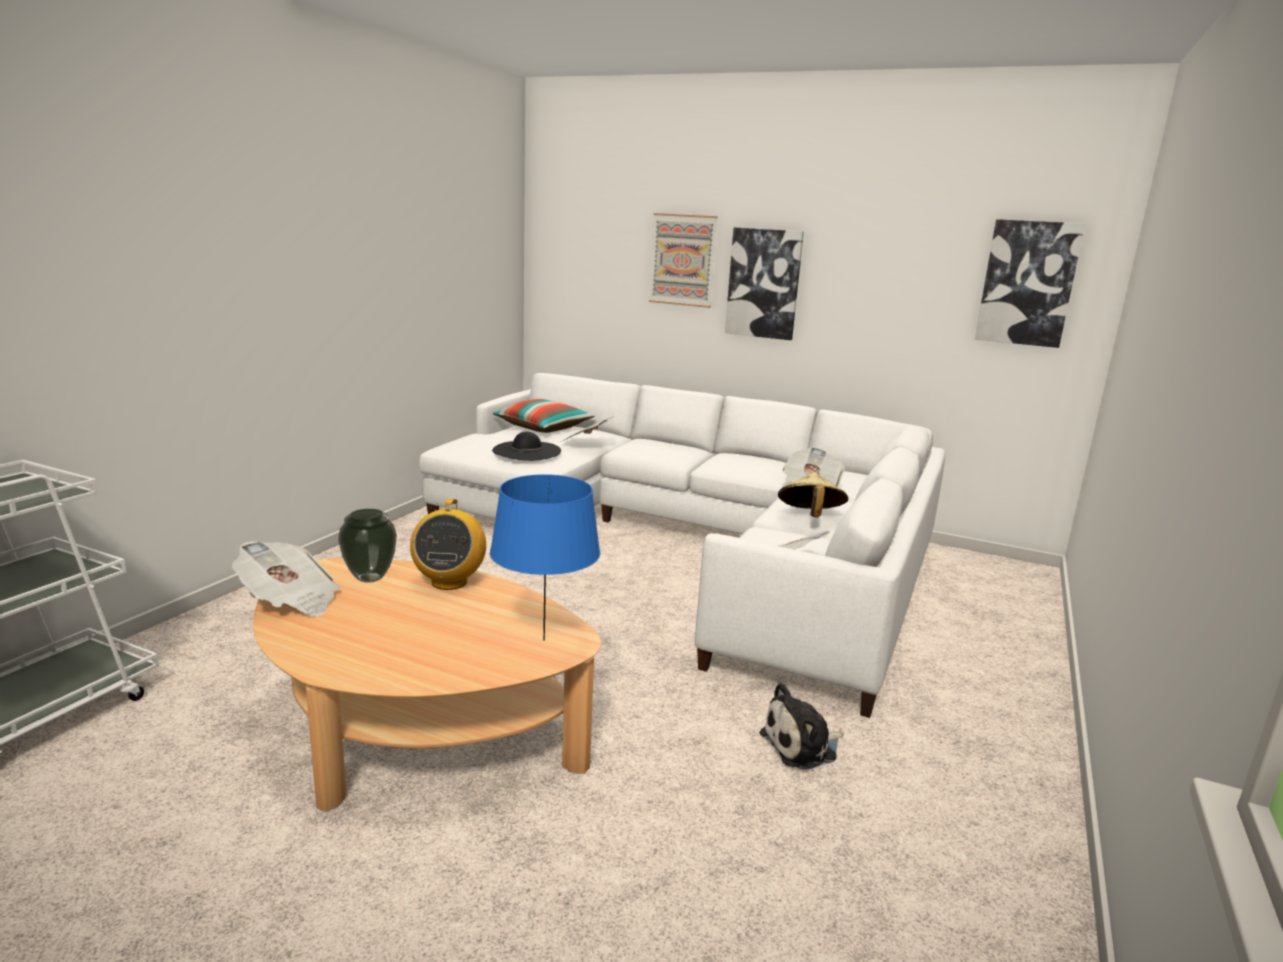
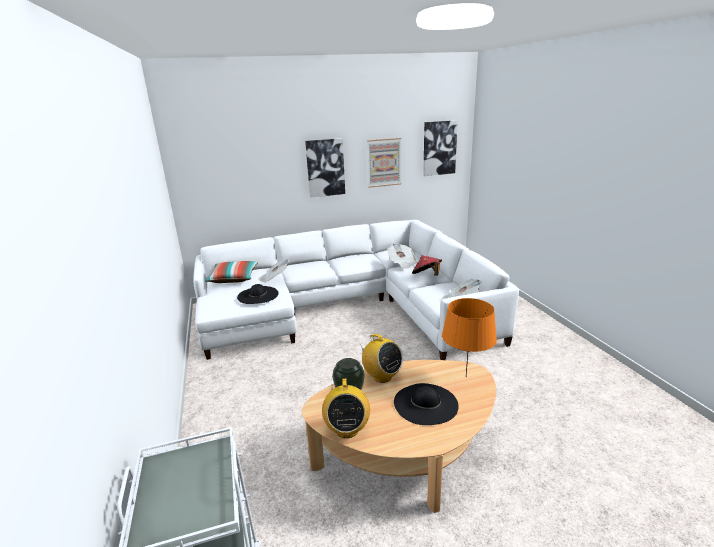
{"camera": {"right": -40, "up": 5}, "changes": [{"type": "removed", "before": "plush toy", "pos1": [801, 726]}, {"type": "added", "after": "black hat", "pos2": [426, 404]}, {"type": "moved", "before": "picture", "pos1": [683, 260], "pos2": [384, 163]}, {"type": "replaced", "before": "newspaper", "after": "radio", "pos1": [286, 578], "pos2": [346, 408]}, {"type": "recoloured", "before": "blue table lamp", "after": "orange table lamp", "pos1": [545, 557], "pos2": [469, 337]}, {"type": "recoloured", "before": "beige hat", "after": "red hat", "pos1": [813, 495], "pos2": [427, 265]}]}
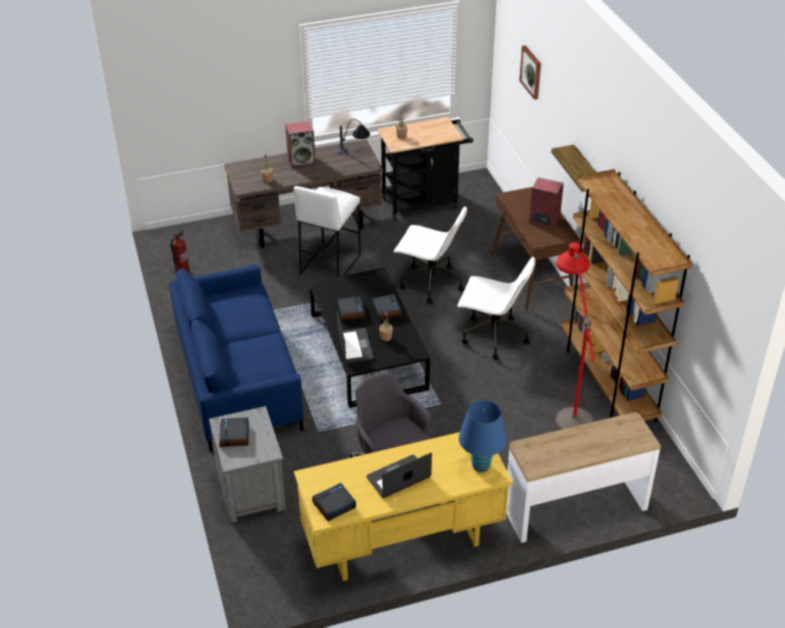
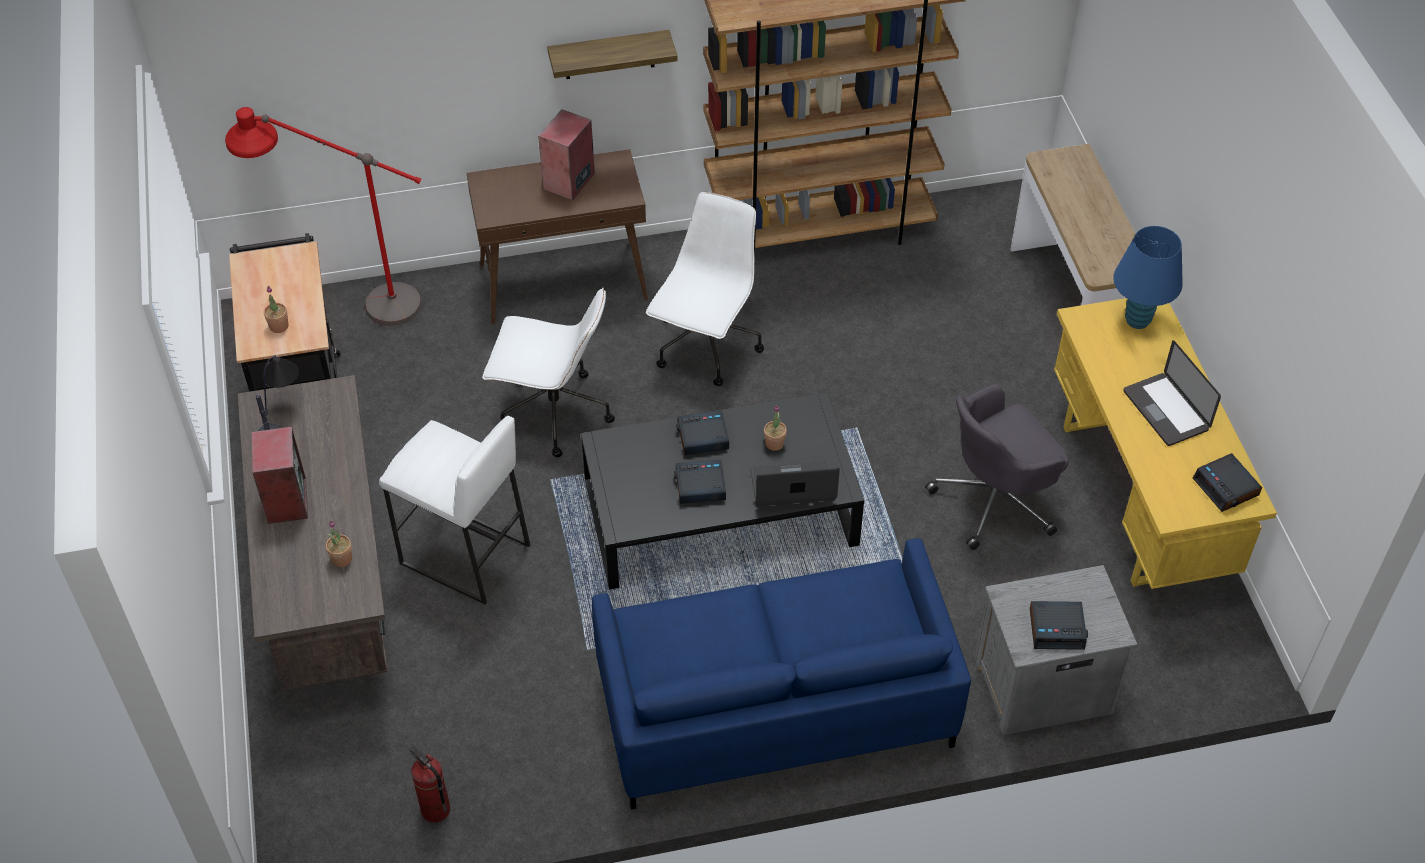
{"camera": {"right": -85, "up": 10}, "changes": [{"type": "removed", "before": "picture", "pos1": [530, 72]}, {"type": "moved", "before": "red floor lamp", "pos1": [575, 336], "pos2": [323, 216]}, {"type": "turned", "before": "white office chair", "pos1": [430, 255], "pos2": [548, 372], "turn": 75}]}
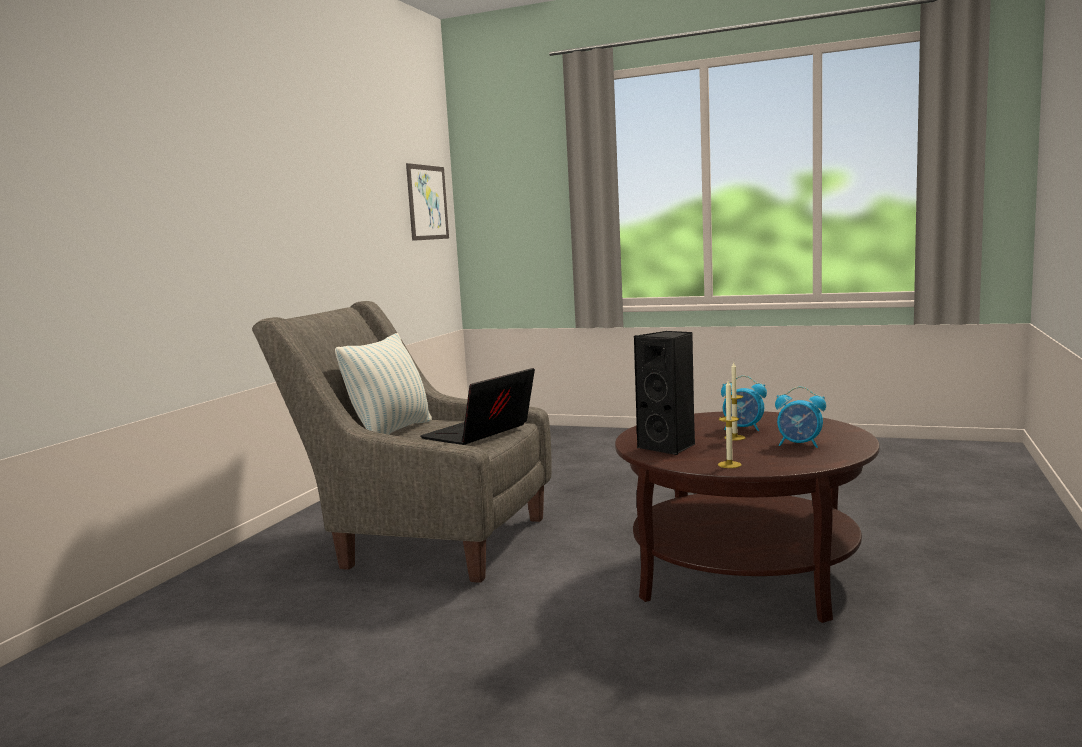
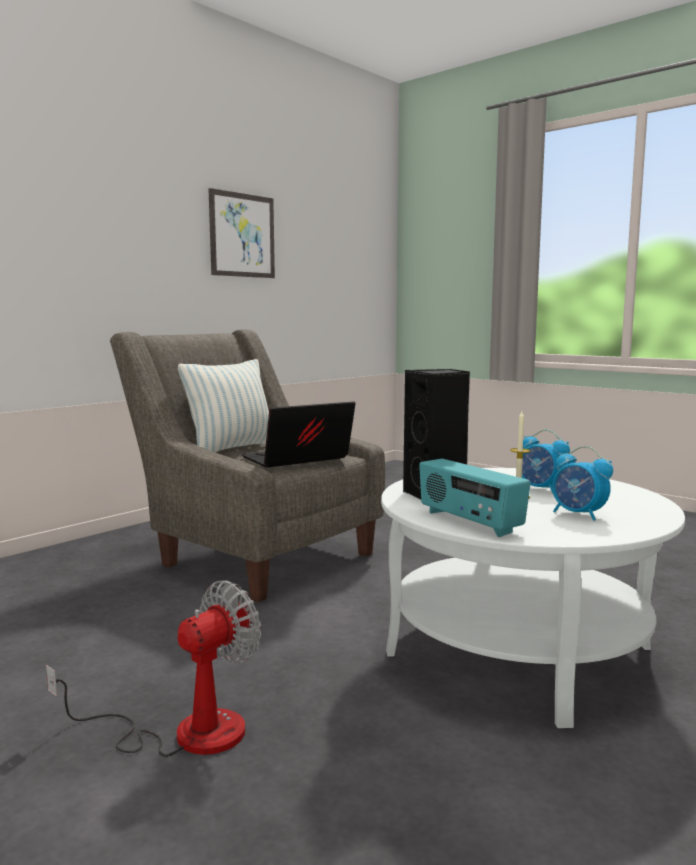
{"camera": {"right": 20, "up": 0}, "changes": [{"type": "added", "after": "fan", "pos2": [153, 669]}, {"type": "moved", "before": "picture", "pos1": [427, 202], "pos2": [241, 233]}, {"type": "replaced", "before": "candle", "after": "radio", "pos1": [730, 424], "pos2": [475, 498]}, {"type": "recoloured", "before": "brown coffee table", "after": "white coffee table", "pos1": [747, 517], "pos2": [533, 598]}]}
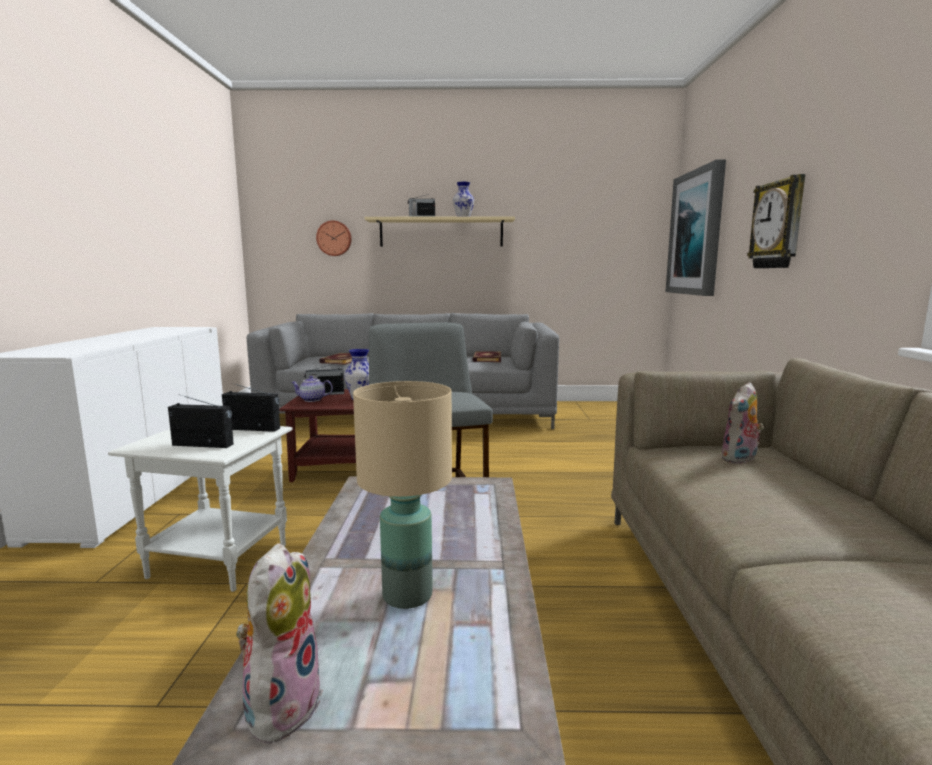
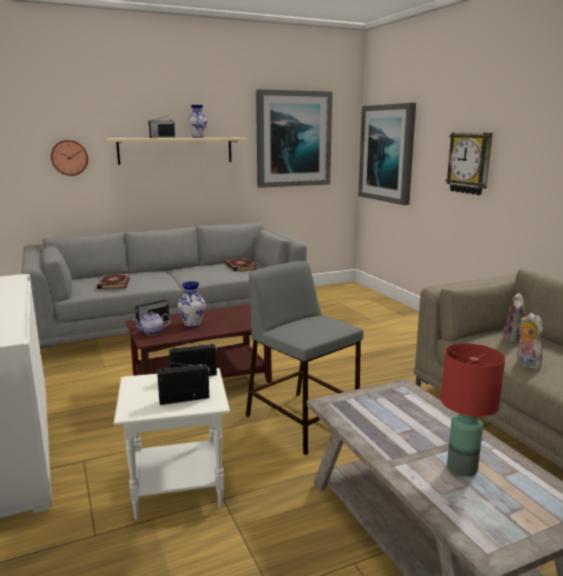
{"camera": {"right": -25, "up": 5}, "changes": [{"type": "added", "after": "picture", "pos2": [294, 138]}, {"type": "moved", "before": "plush toy", "pos1": [279, 645], "pos2": [530, 341]}, {"type": "recoloured", "before": "beige table lamp", "after": "red table lamp", "pos1": [402, 495], "pos2": [473, 410]}]}
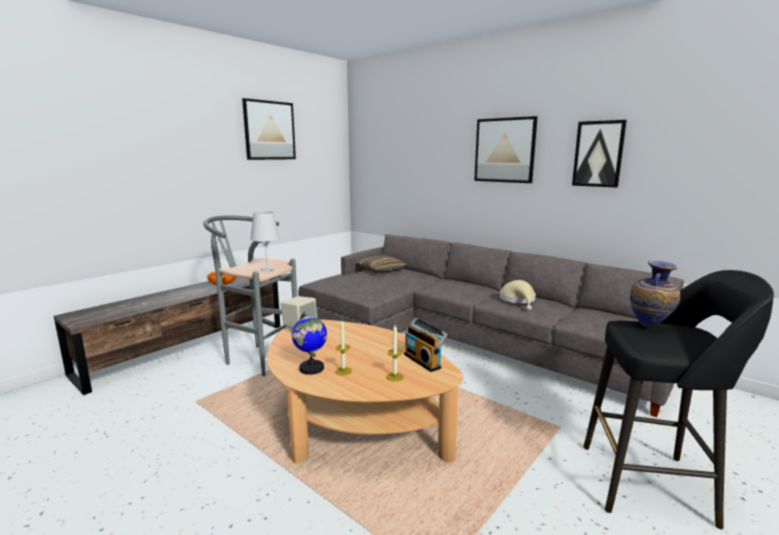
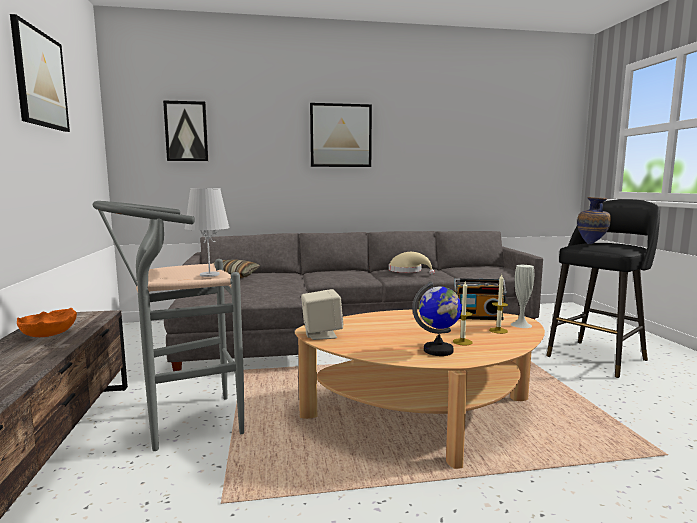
{"camera": {"right": -50, "up": -5}, "changes": [{"type": "added", "after": "white vase", "pos2": [522, 296]}, {"type": "moved", "before": "picture", "pos1": [599, 153], "pos2": [185, 130]}]}
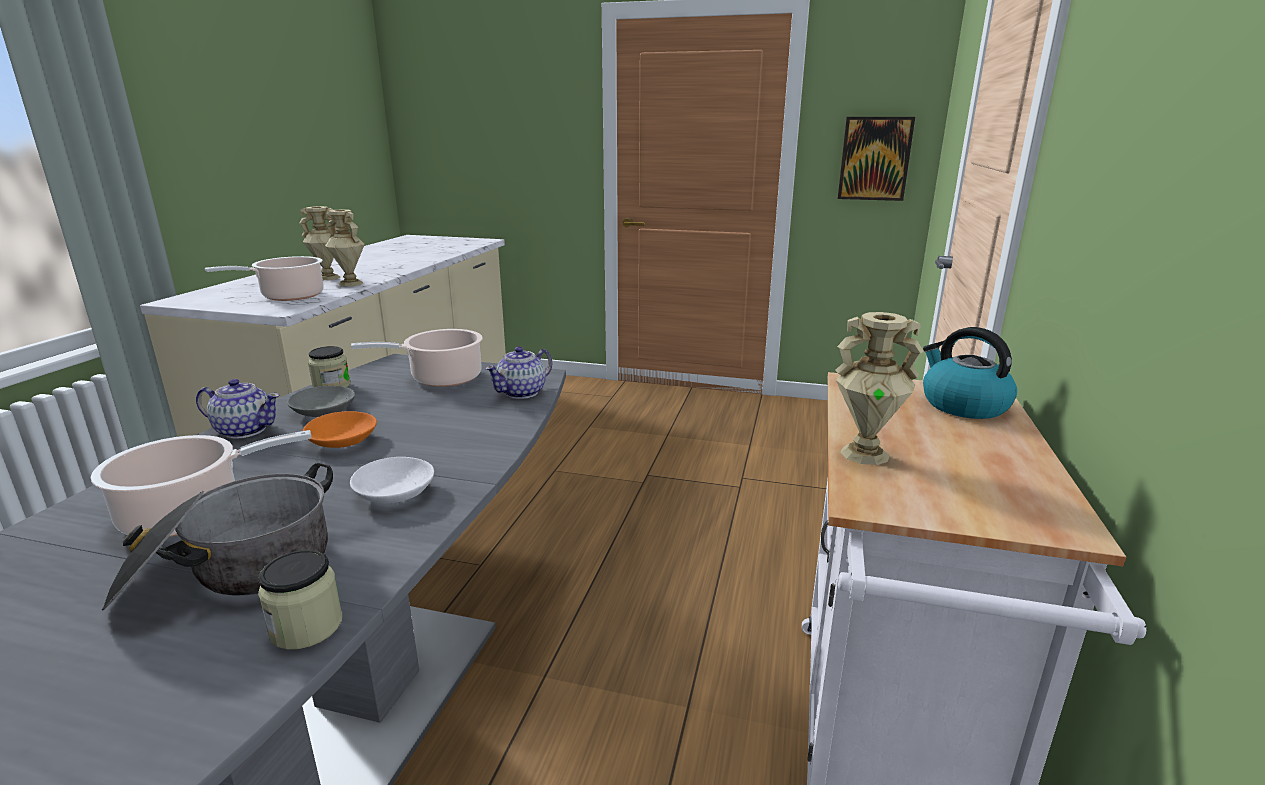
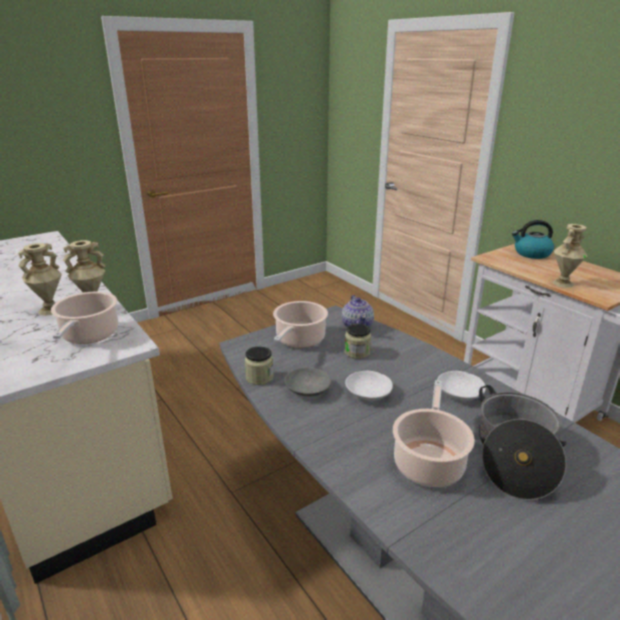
{"camera": {"right": -50, "up": 5}, "changes": [{"type": "removed", "before": "teapot", "pos1": [238, 409]}, {"type": "removed", "before": "picture", "pos1": [876, 159]}, {"type": "moved", "before": "jar", "pos1": [300, 600], "pos2": [358, 341]}, {"type": "recoloured", "before": "orange bowl", "after": "white bowl", "pos1": [340, 429], "pos2": [369, 386]}]}
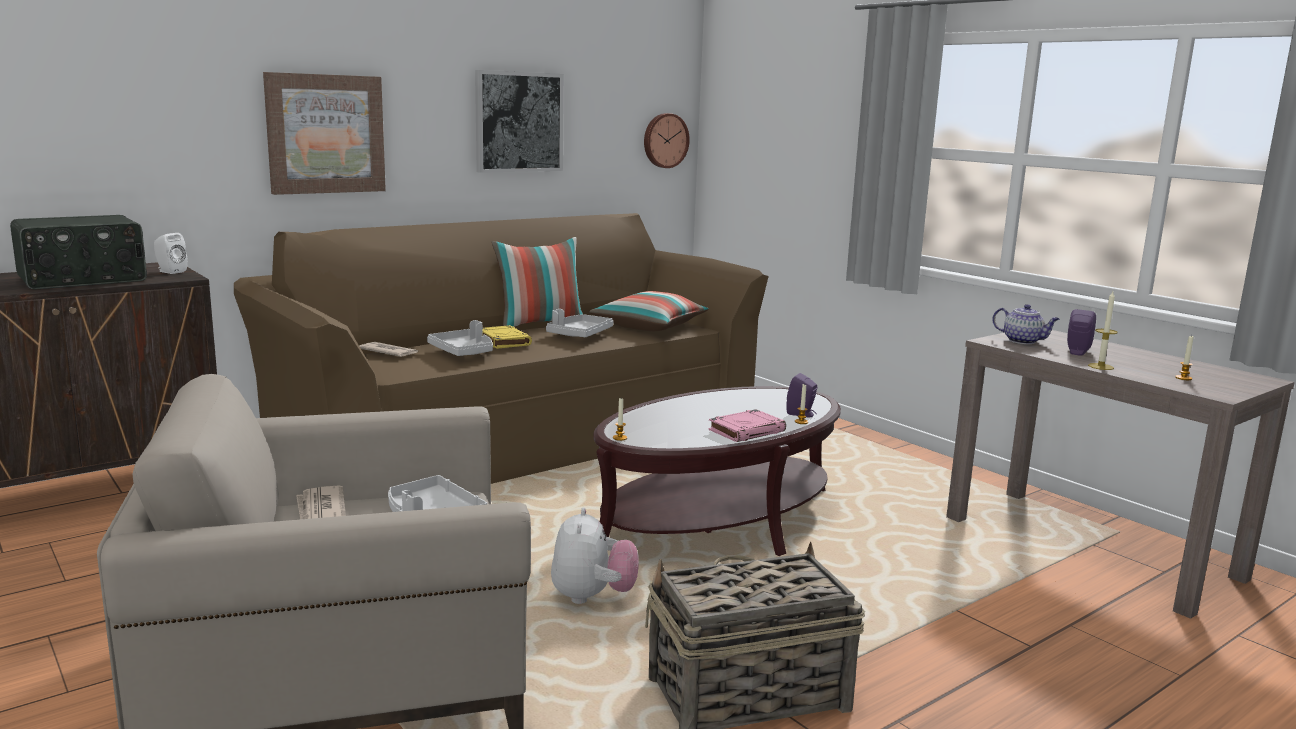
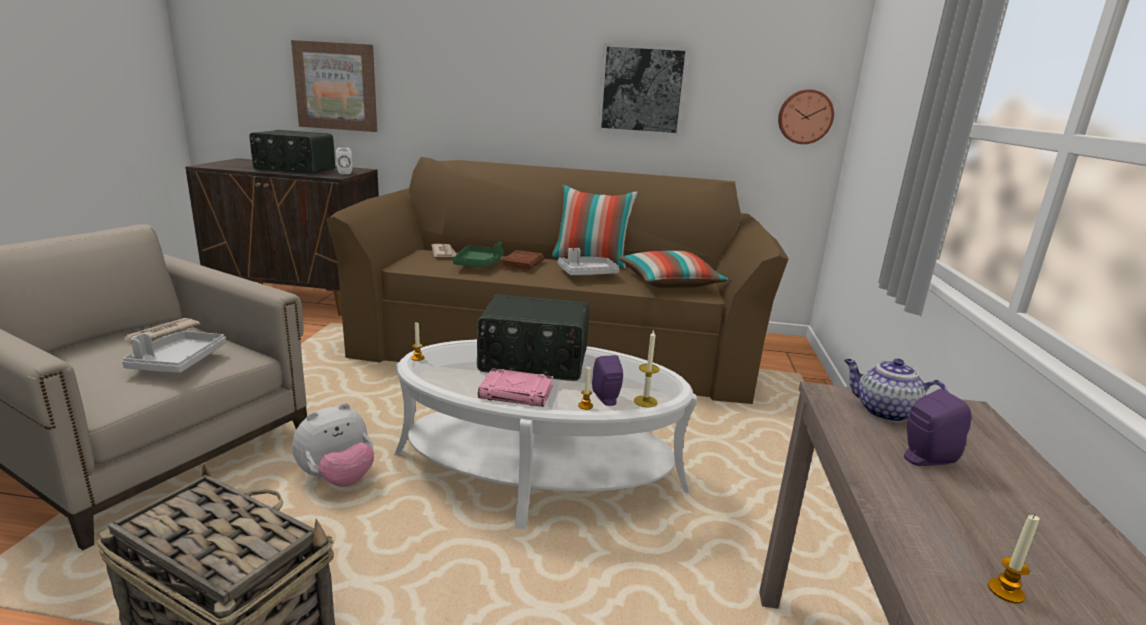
{"camera": {"right": 45, "up": 5}, "changes": [{"type": "added", "after": "radio", "pos2": [533, 338]}, {"type": "moved", "before": "picture", "pos1": [324, 133], "pos2": [334, 86]}, {"type": "moved", "before": "candle", "pos1": [1103, 330], "pos2": [647, 368]}, {"type": "recoloured", "before": "grey tray", "after": "green tray", "pos1": [460, 338], "pos2": [478, 254]}, {"type": "recoloured", "before": "yellow book", "after": "brown book", "pos1": [507, 337], "pos2": [522, 260]}, {"type": "recoloured", "before": "brown coffee table", "after": "white coffee table", "pos1": [717, 471], "pos2": [545, 434]}, {"type": "turned", "before": "teapot", "pos1": [1026, 324], "pos2": [896, 390], "turn": 135}]}
